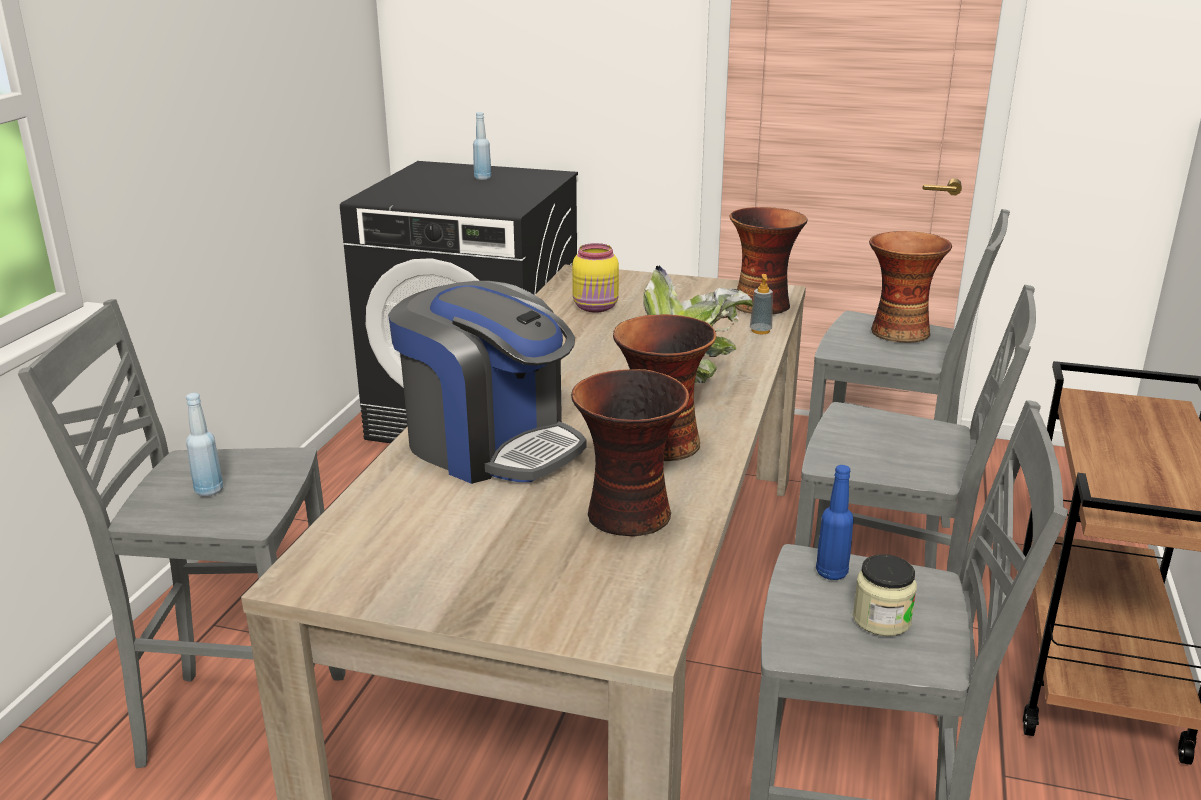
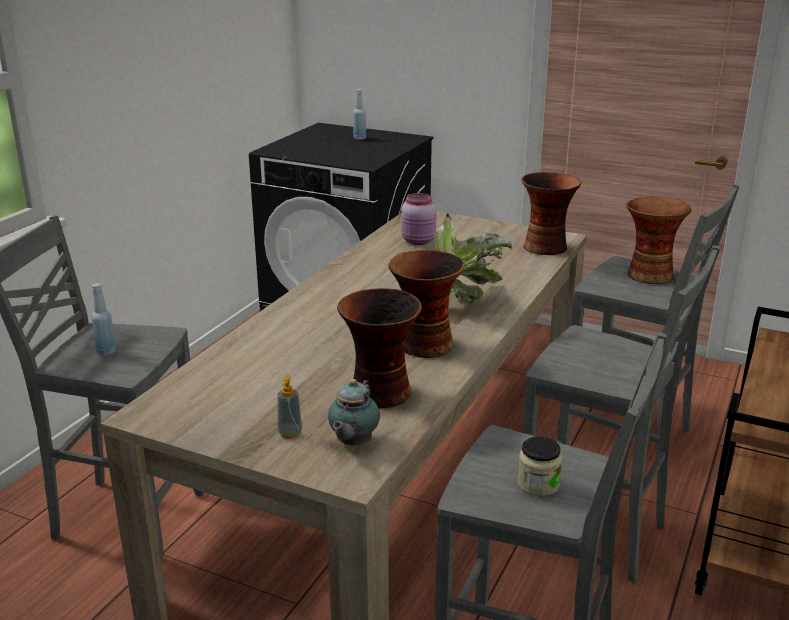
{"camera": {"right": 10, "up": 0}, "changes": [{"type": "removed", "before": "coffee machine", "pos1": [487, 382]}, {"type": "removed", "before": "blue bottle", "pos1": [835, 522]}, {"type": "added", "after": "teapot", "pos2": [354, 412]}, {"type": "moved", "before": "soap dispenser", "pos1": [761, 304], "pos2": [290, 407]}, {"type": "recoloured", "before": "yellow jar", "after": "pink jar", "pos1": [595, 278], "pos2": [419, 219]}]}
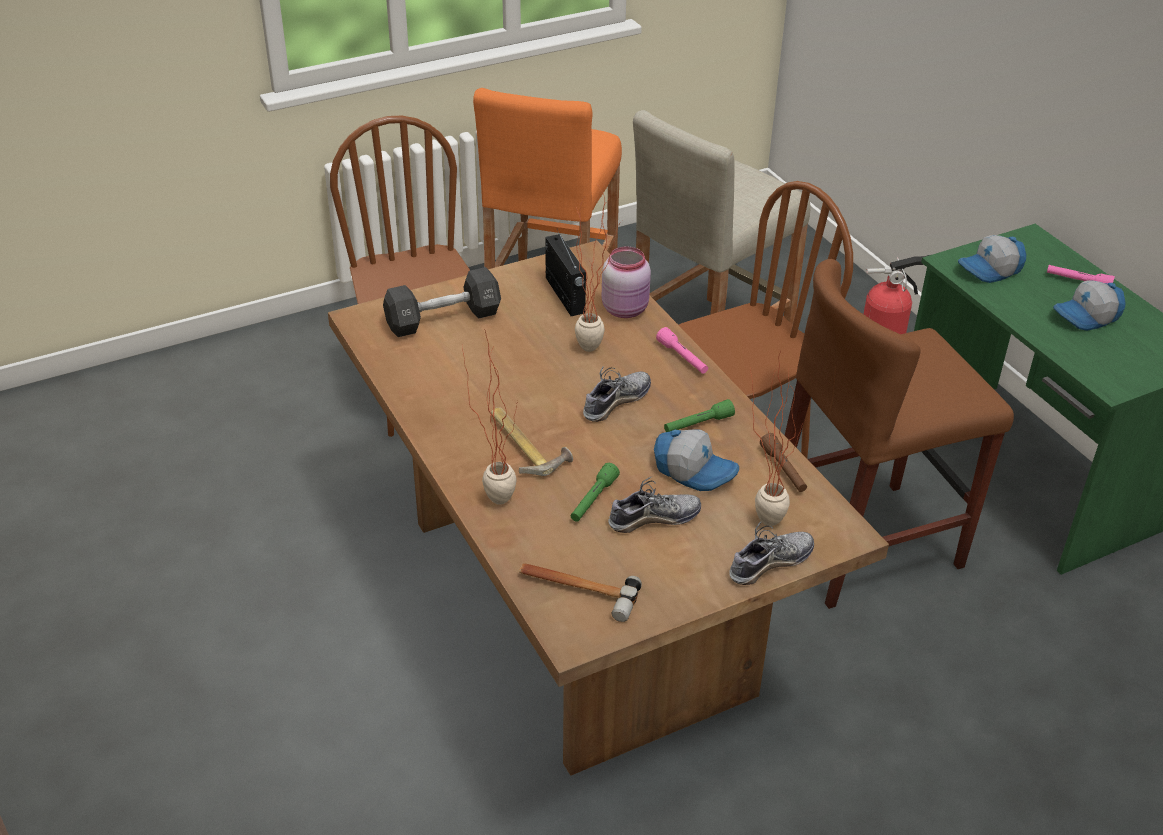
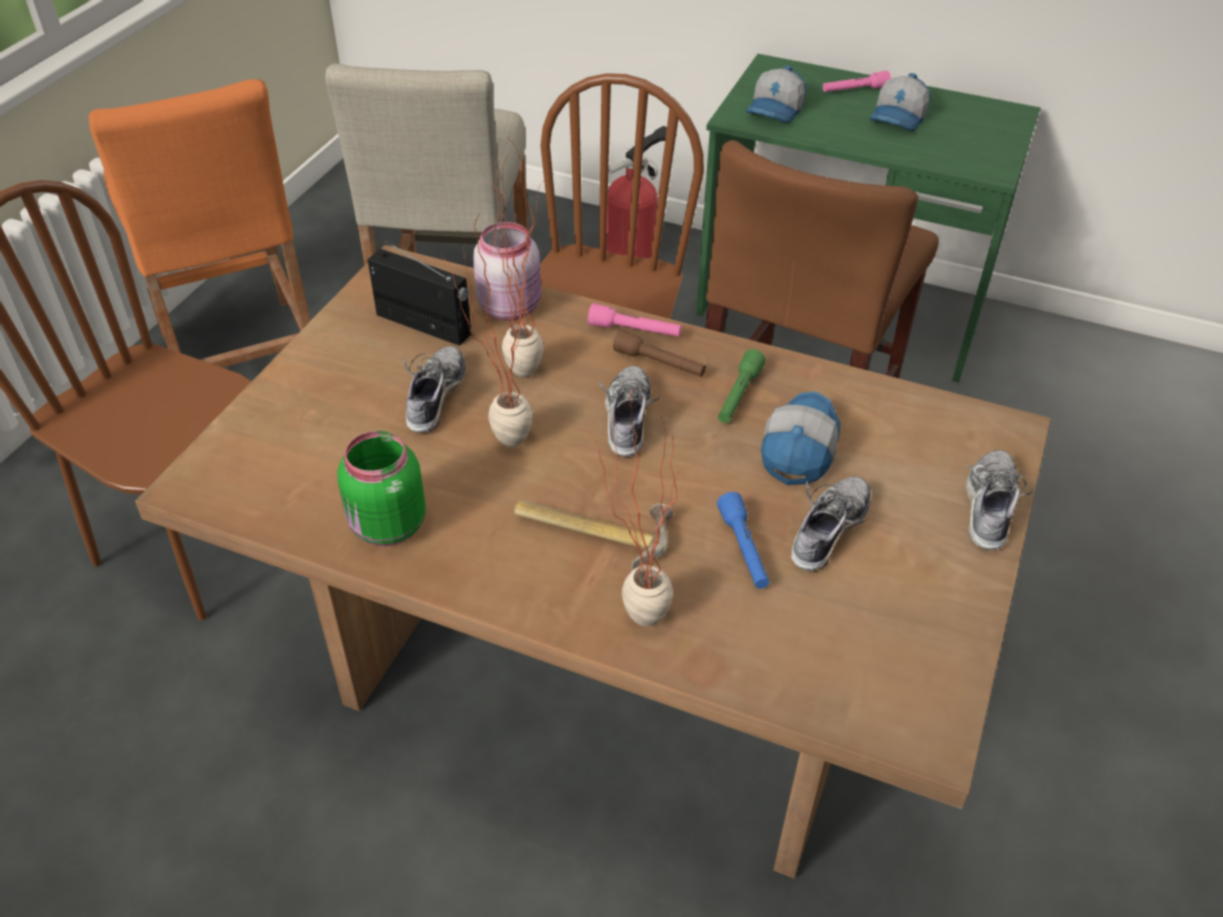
{"camera": {"right": -40, "up": 5}, "changes": [{"type": "removed", "before": "black dumbbell", "pos1": [442, 302]}, {"type": "removed", "before": "hammer", "pos1": [580, 592]}, {"type": "added", "after": "green jar", "pos2": [382, 488]}, {"type": "added", "after": "shoe", "pos2": [434, 389]}, {"type": "moved", "before": "potted plant", "pos1": [777, 438], "pos2": [488, 330]}, {"type": "moved", "before": "brown flashlight", "pos1": [783, 462], "pos2": [659, 353]}, {"type": "recoloured", "before": "green flashlight", "after": "blue flashlight", "pos1": [595, 492], "pos2": [743, 540]}, {"type": "turned", "before": "cap", "pos1": [696, 460], "pos2": [800, 438], "turn": -60}]}
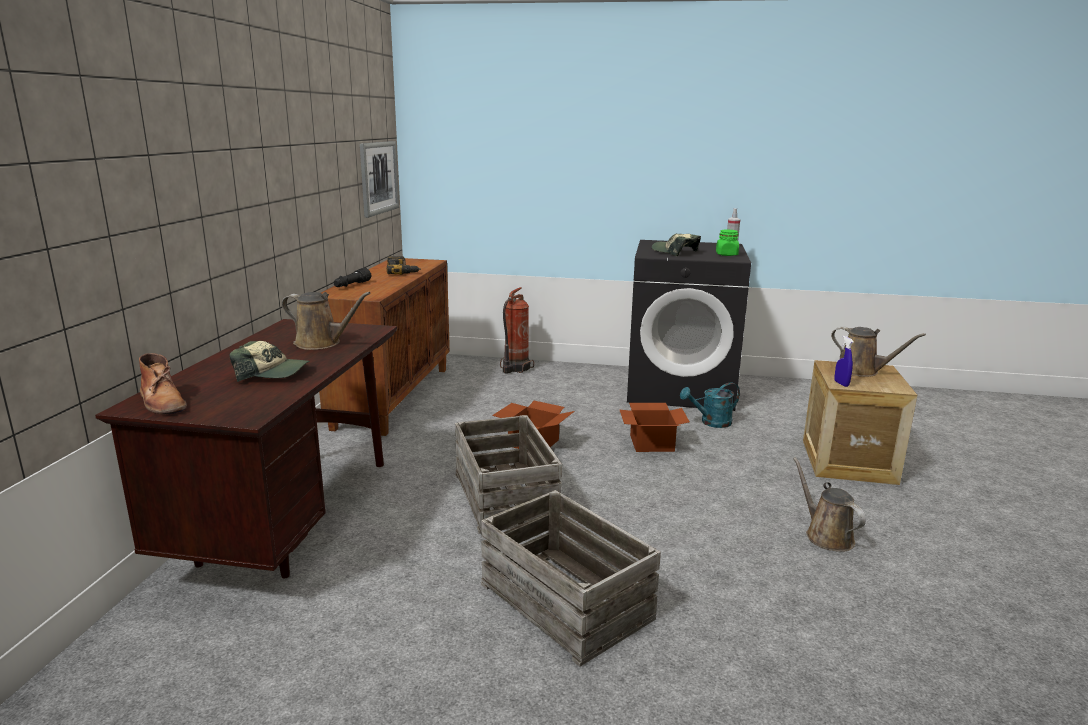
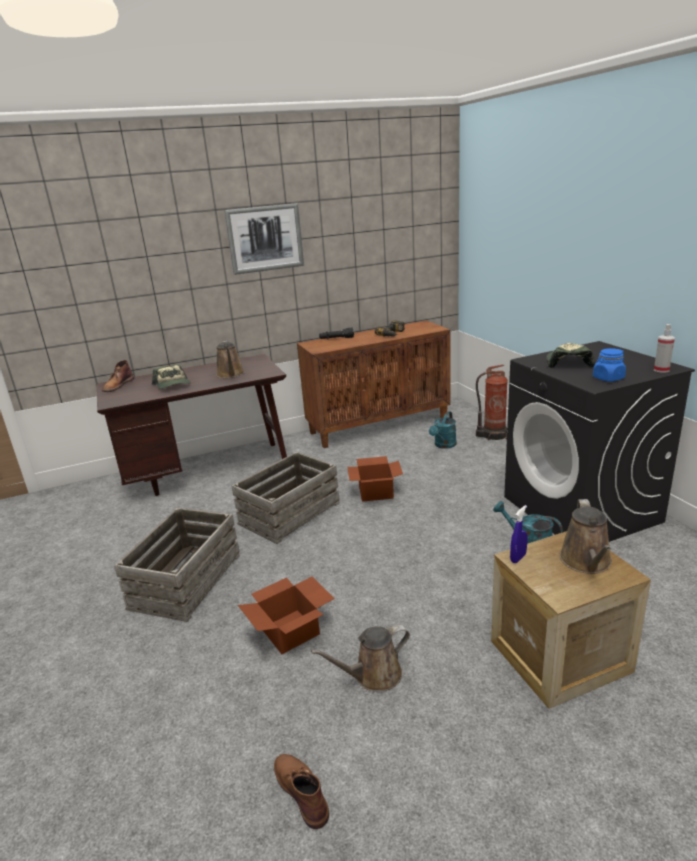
{"camera": {"right": 60, "up": 5}, "changes": [{"type": "added", "after": "brown boot", "pos2": [301, 791]}, {"type": "added", "after": "turquoise watering can", "pos2": [443, 430]}, {"type": "moved", "before": "picture", "pos1": [379, 179], "pos2": [264, 239]}, {"type": "moved", "before": "cardboard box", "pos1": [655, 427], "pos2": [286, 615]}, {"type": "recoloured", "before": "green jar", "after": "blue jar", "pos1": [727, 242], "pos2": [609, 365]}, {"type": "turned", "before": "brown watering can", "pos1": [829, 504], "pos2": [360, 658], "turn": -150}]}
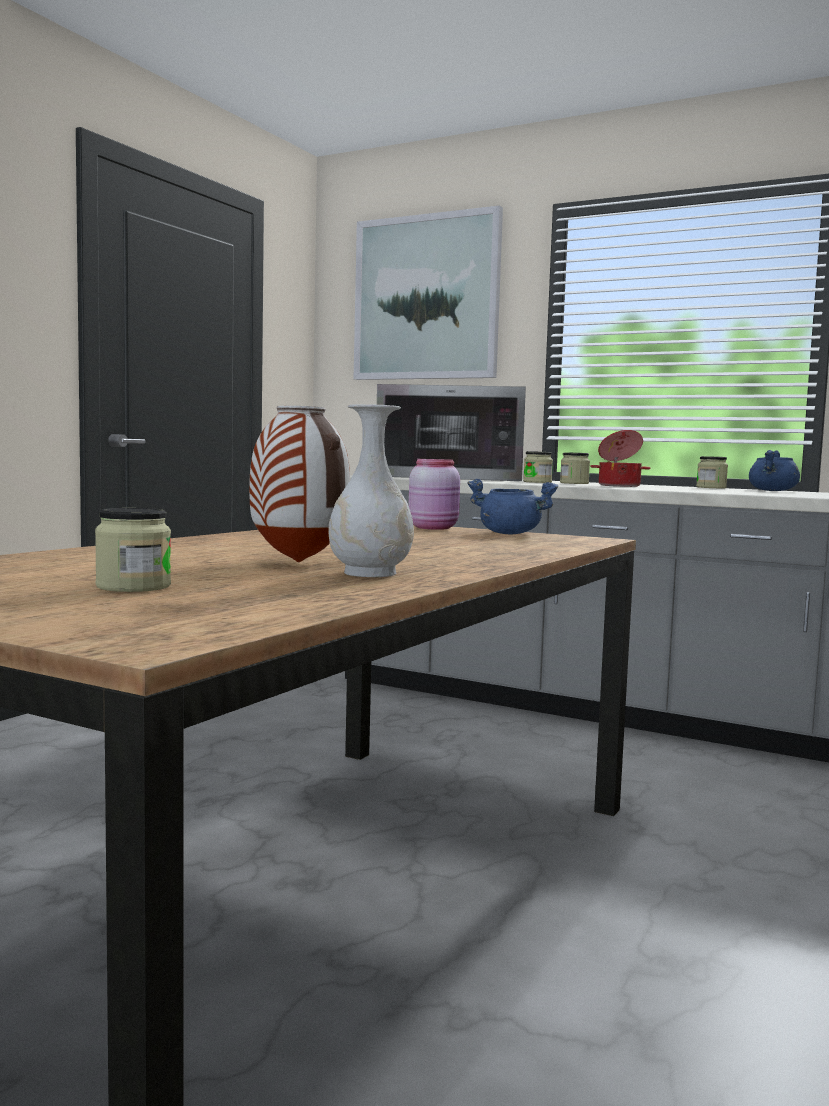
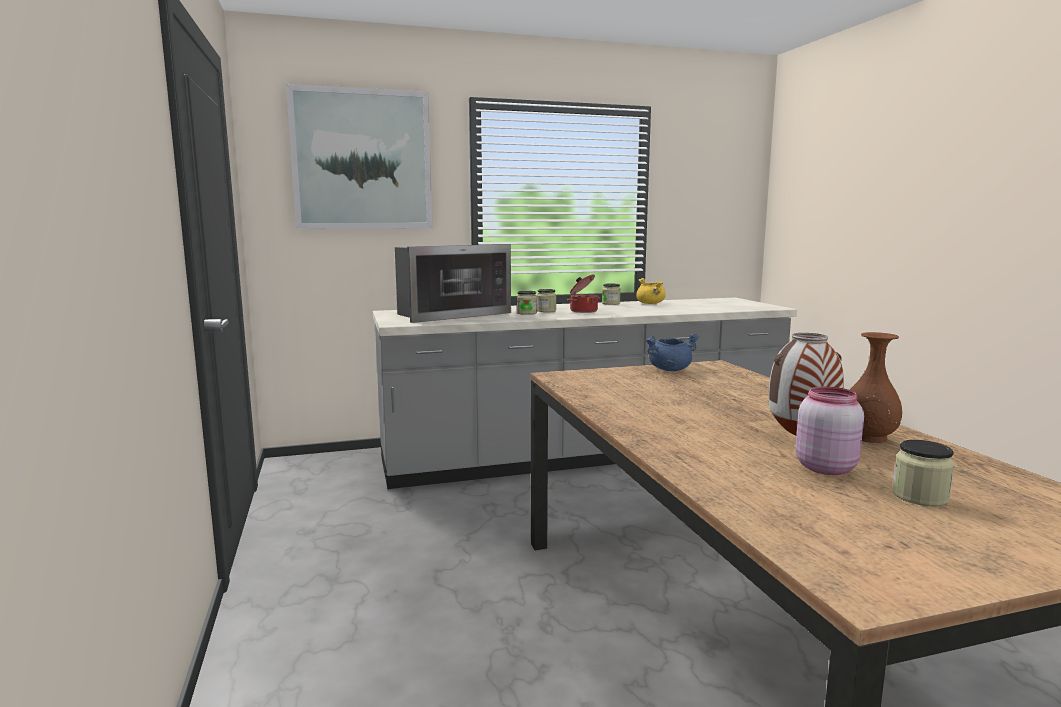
{"camera": {"right": -45, "up": 5}, "changes": [{"type": "moved", "before": "pink jar", "pos1": [434, 494], "pos2": [829, 430]}, {"type": "recoloured", "before": "white vase", "after": "brown vase", "pos1": [371, 490], "pos2": [876, 387]}, {"type": "recoloured", "before": "blue cooking pot", "after": "yellow cooking pot", "pos1": [774, 470], "pos2": [651, 291]}]}
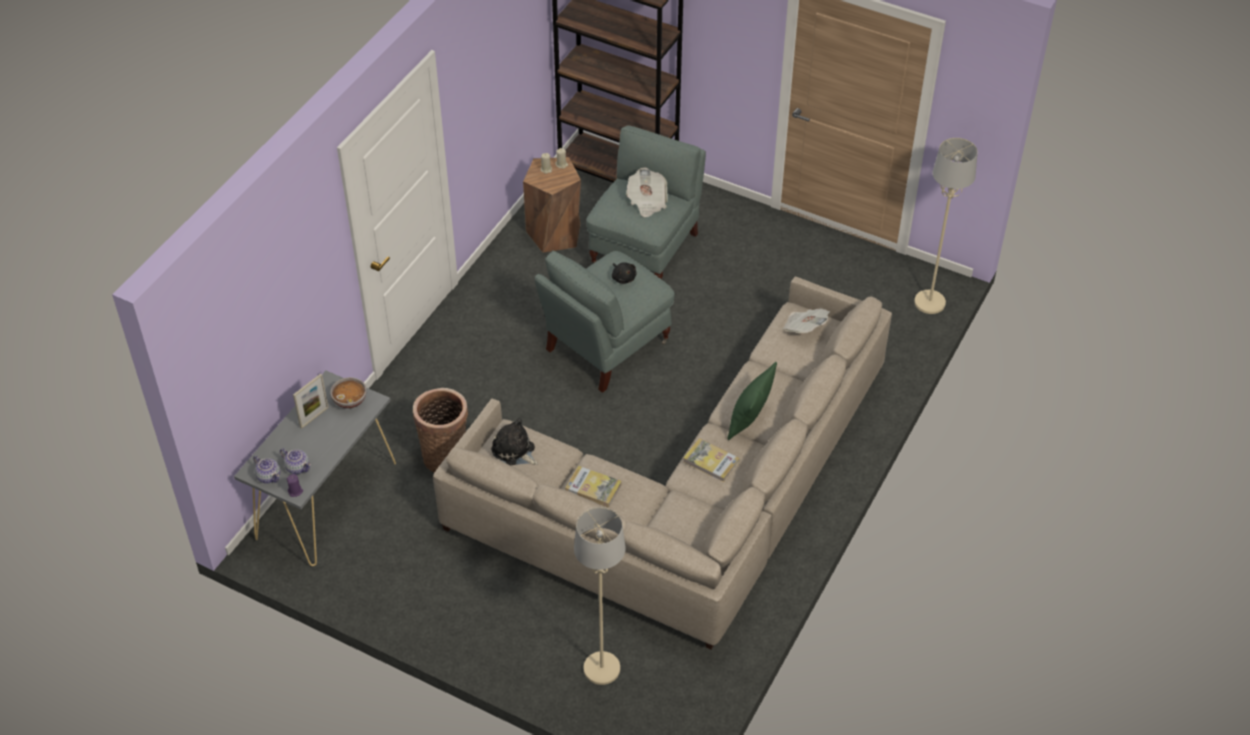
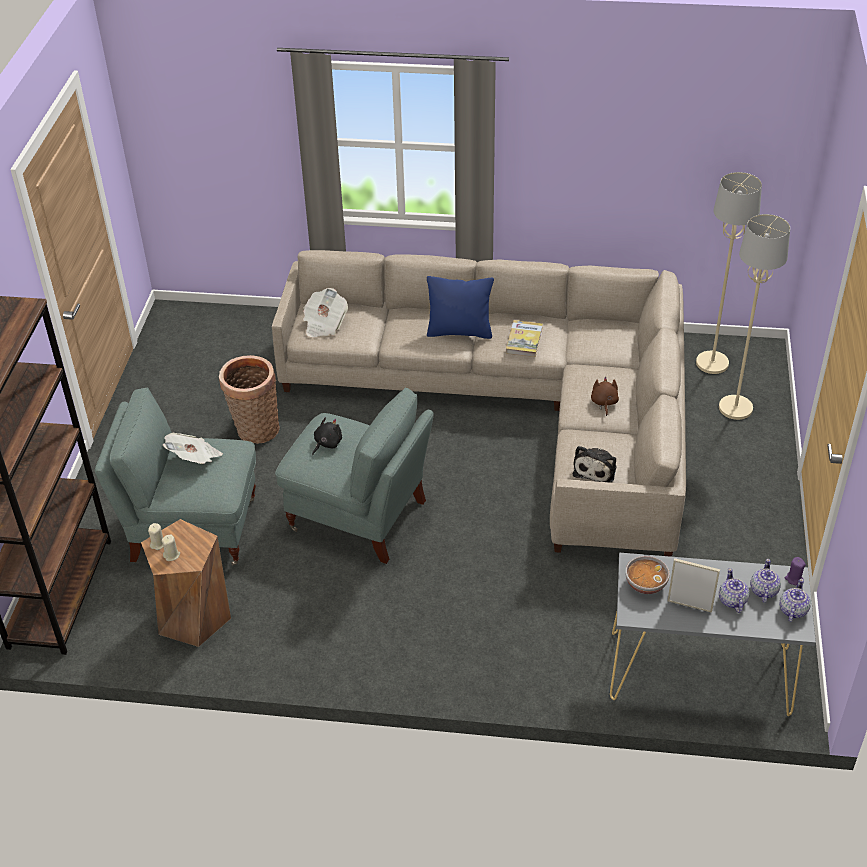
{"camera": {"right": -110, "up": -5}, "changes": [{"type": "added", "after": "teapot", "pos2": [734, 590]}, {"type": "moved", "before": "basket", "pos1": [440, 430], "pos2": [249, 399]}, {"type": "moved", "before": "beige floor lamp", "pos1": [946, 226], "pos2": [729, 273]}, {"type": "replaced", "before": "book", "after": "brown plush toy", "pos1": [593, 487], "pos2": [605, 396]}, {"type": "recoloured", "before": "green pillow", "after": "blue pillow", "pos1": [752, 401], "pos2": [460, 307]}]}
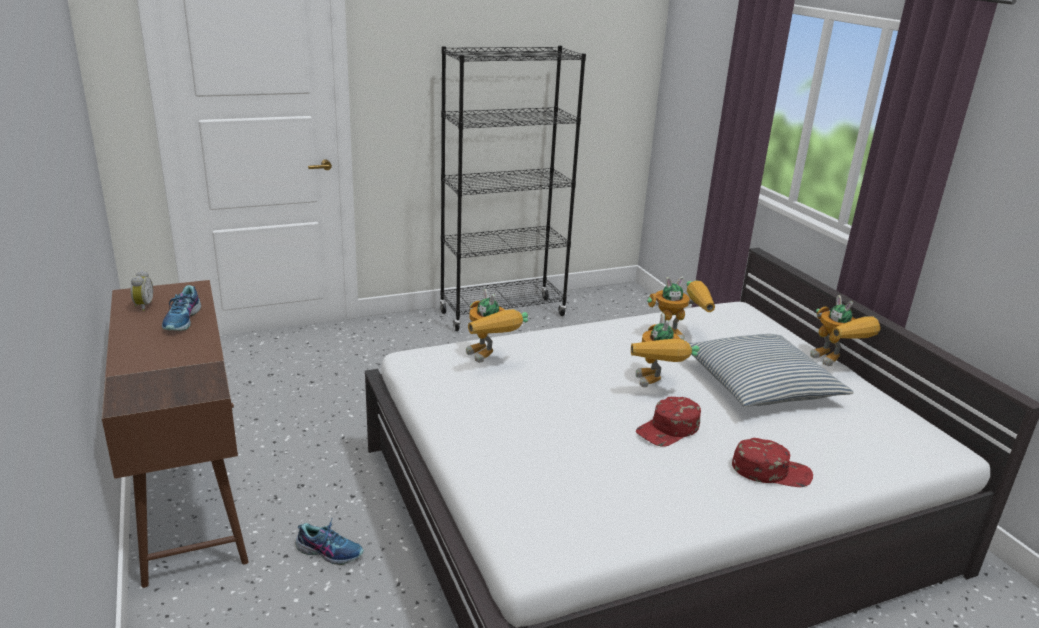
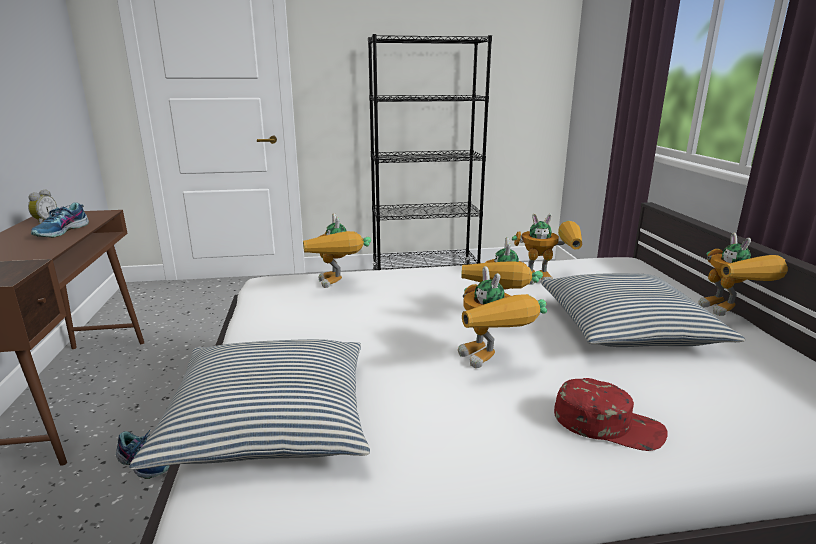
{"camera": {"right": 15, "up": -5}, "changes": [{"type": "added", "after": "pillow", "pos2": [249, 404]}, {"type": "replaced", "before": "red cap", "after": "toy robot", "pos1": [668, 422], "pos2": [502, 317]}]}
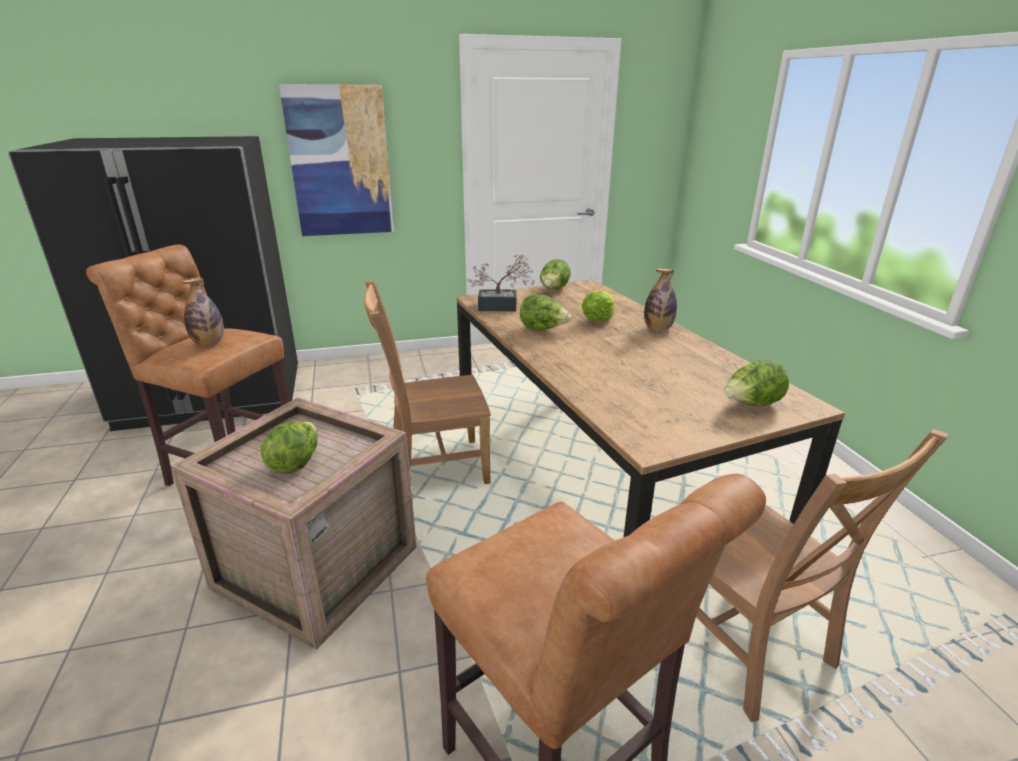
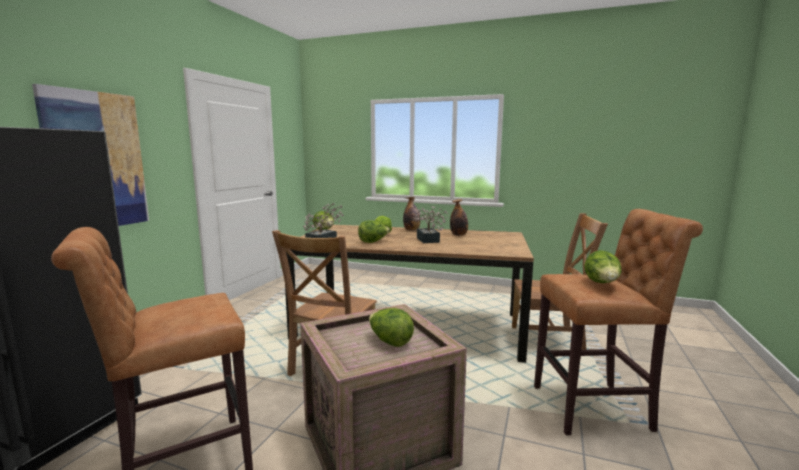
{"camera": {"right": -55, "up": -15}, "changes": [{"type": "added", "after": "potted plant", "pos2": [430, 224]}, {"type": "moved", "before": "bottle", "pos1": [203, 312], "pos2": [459, 217]}, {"type": "moved", "before": "lettuce", "pos1": [756, 383], "pos2": [603, 266]}]}
